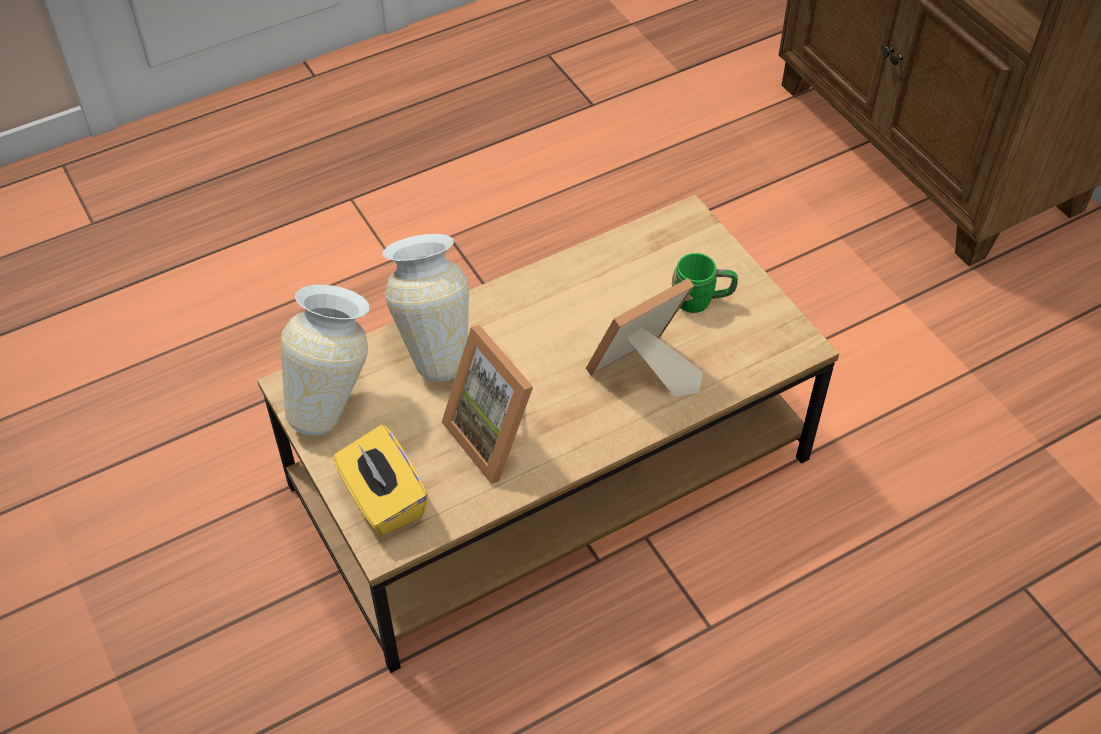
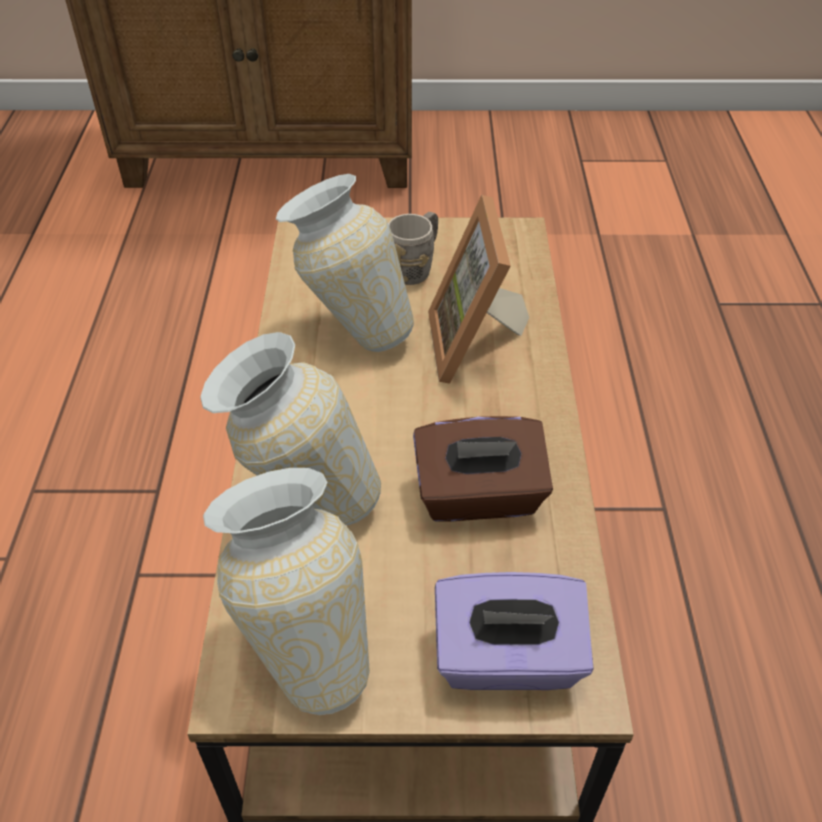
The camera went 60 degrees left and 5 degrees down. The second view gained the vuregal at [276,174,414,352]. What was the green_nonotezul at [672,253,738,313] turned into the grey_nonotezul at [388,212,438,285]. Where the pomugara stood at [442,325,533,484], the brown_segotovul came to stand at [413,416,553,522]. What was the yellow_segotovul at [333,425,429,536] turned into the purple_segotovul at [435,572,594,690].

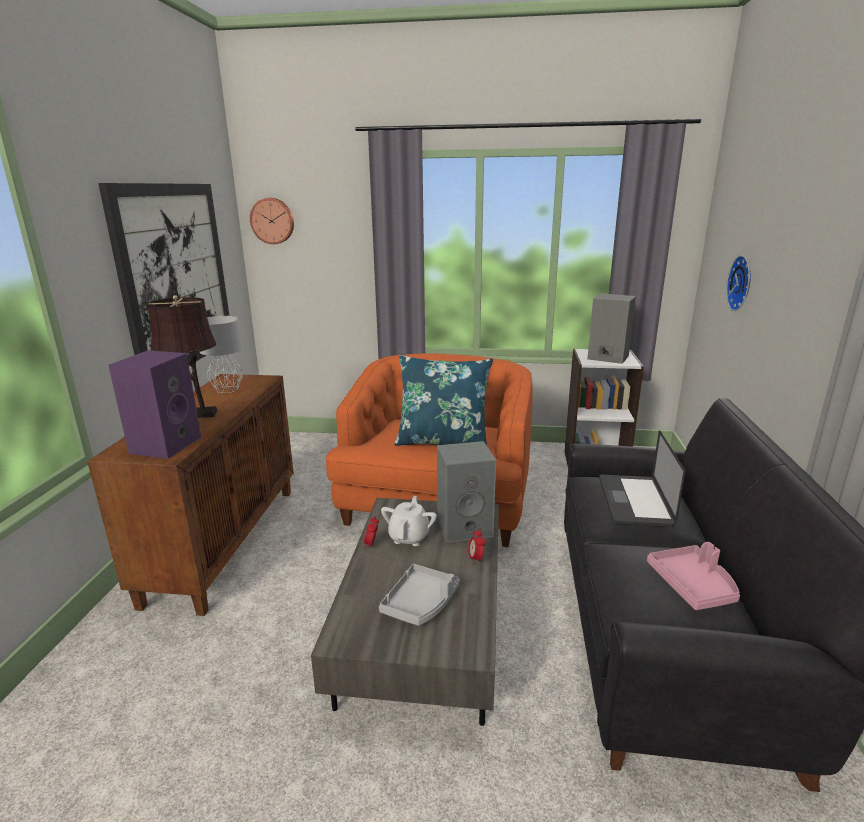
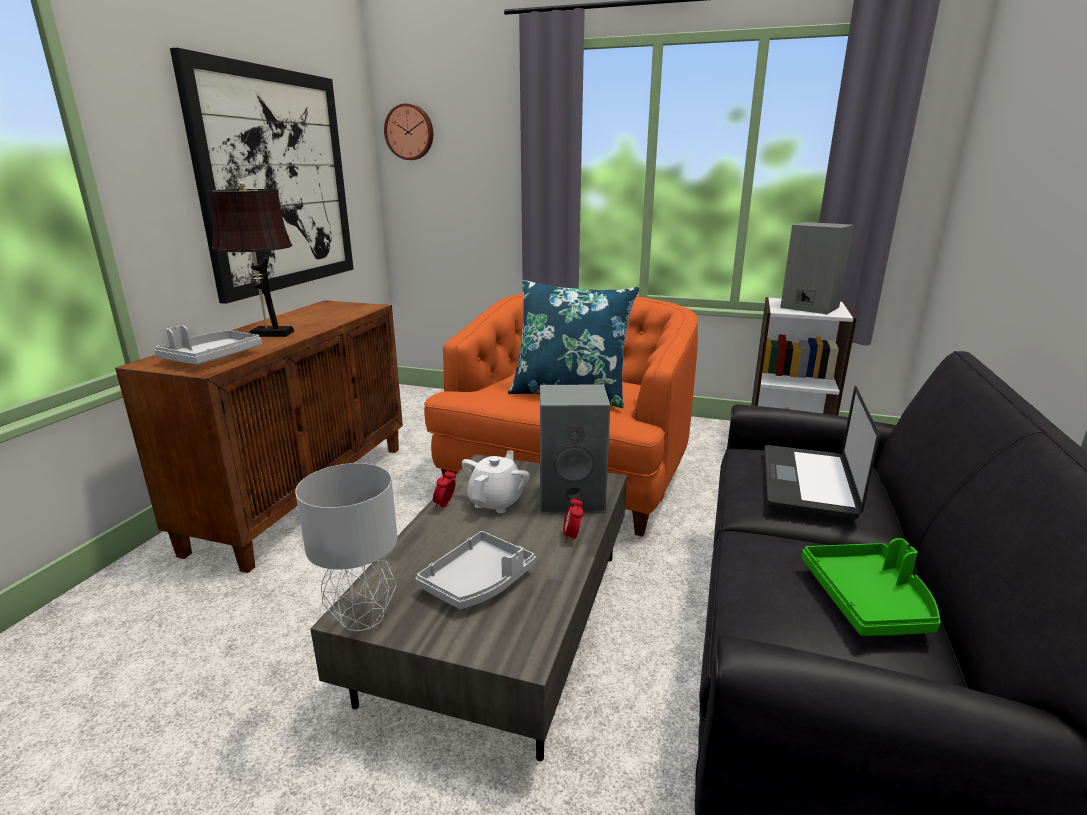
The camera went 10 degrees right and 0 degrees up. Where the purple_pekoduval stood at [108,350,201,459], the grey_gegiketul came to stand at [155,325,262,365]. The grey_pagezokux ended up elsewhere, having gone from [200,316,243,393] to [295,463,398,631]. What was the pink_gegiketul at [647,542,740,610] turned into the green_gegiketul at [801,538,941,636]. The second view lost the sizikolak at [726,255,751,311].

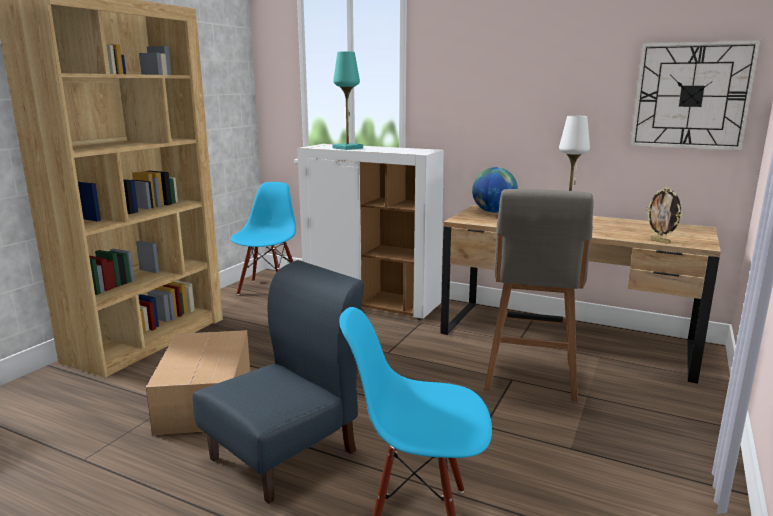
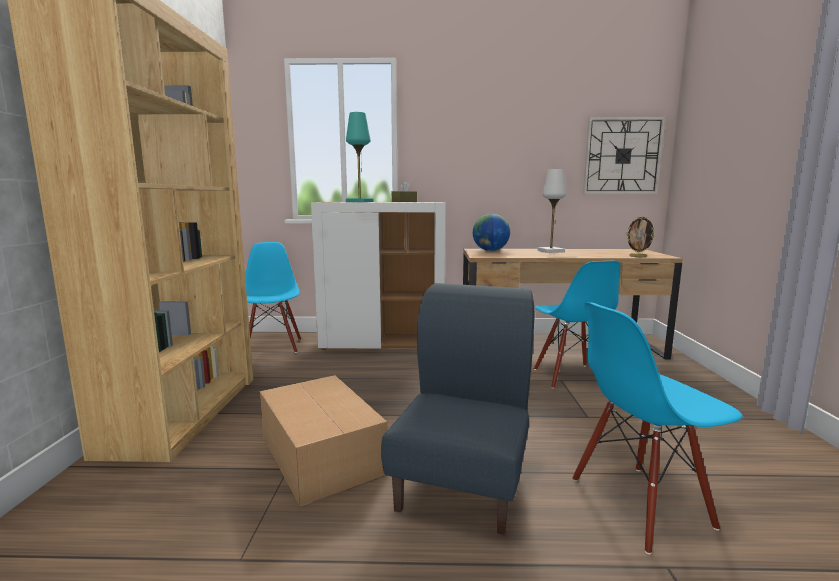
The camera went 25 degrees left and 5 degrees down. The second view gained the brown_segotovul at [392,181,417,202]. Where the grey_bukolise stood at [484,189,594,402], the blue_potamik came to stand at [534,261,620,389].

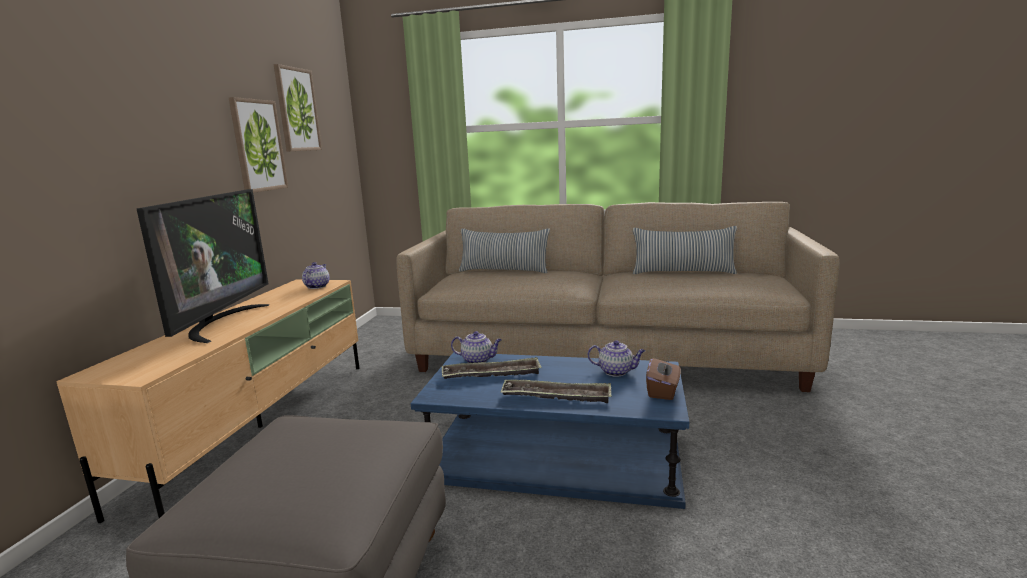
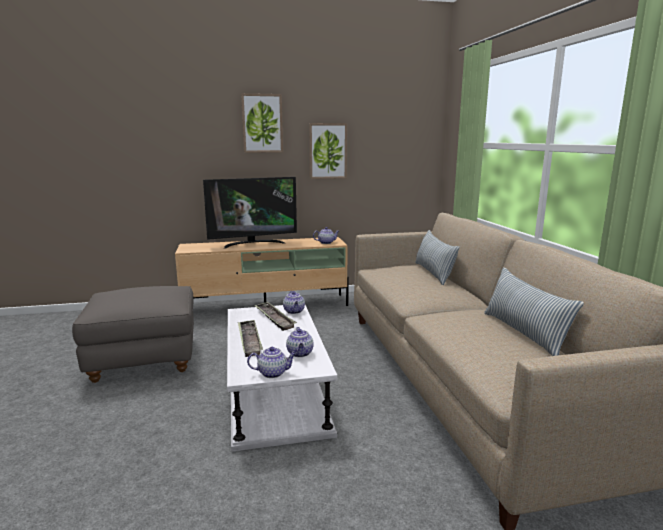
The camera went 65 degrees right and 0 degrees up. What was the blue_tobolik at [411,352,689,509] turned into the white_tobolik at [227,305,337,452]. The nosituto ended up elsewhere, having gone from [273,64,322,152] to [241,93,283,153]. Where the brown_segotovul stood at [646,355,681,400], the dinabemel came to stand at [247,347,296,378].

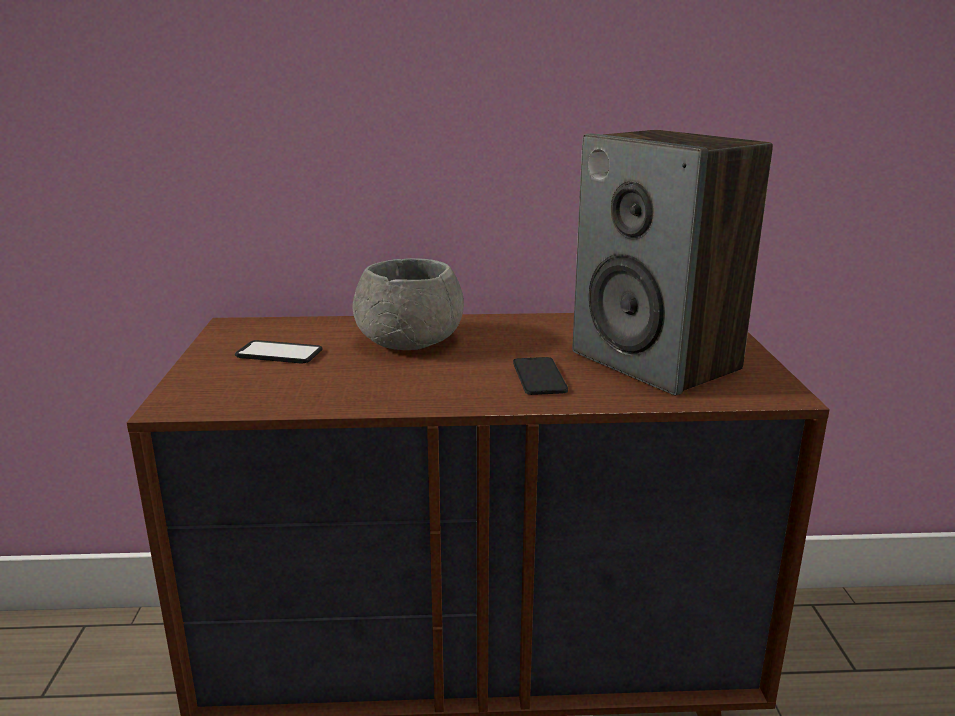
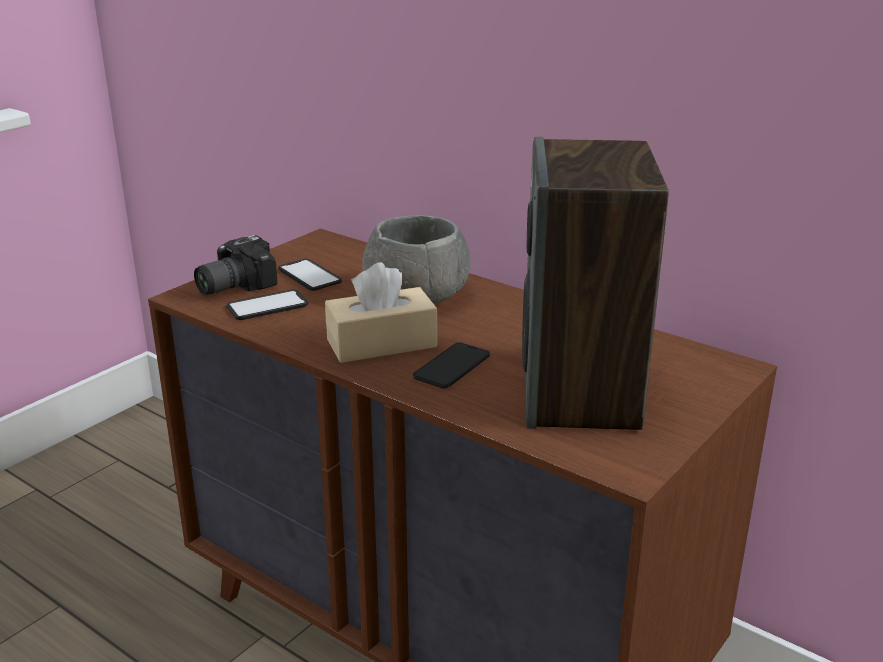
The camera went 40 degrees right and 5 degrees up. The second view gained the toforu at [194,235,278,295]. The second view gained the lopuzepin at [226,289,308,320]. The second view gained the beige_segotovul at [325,262,437,363].

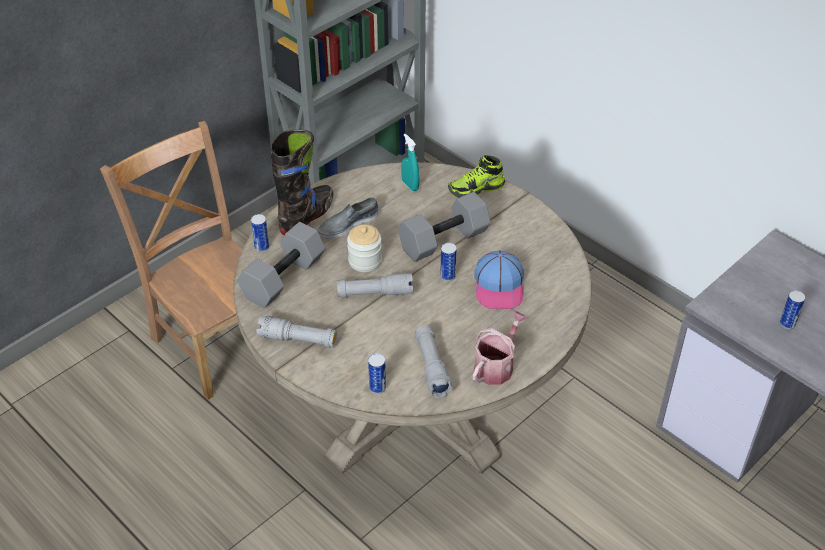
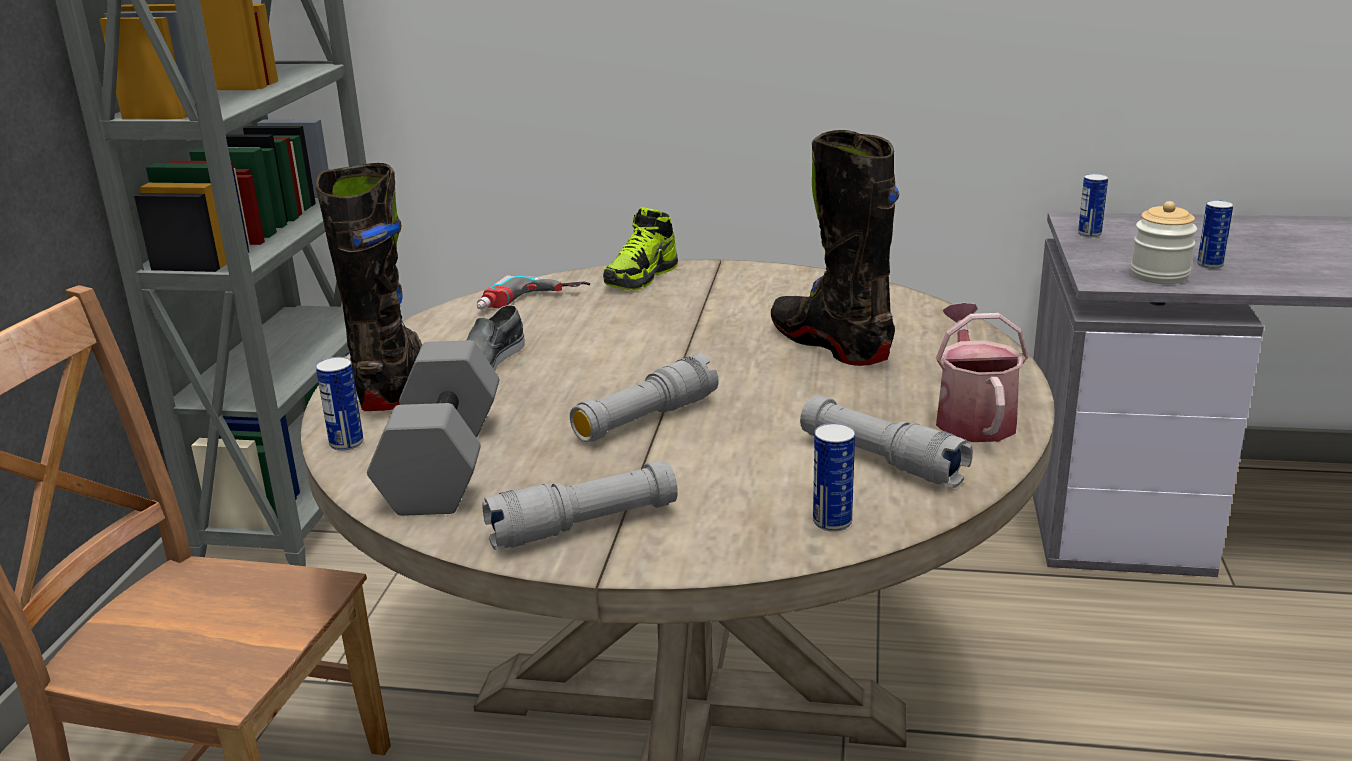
The camera went 35 degrees left and 20 degrees down. Where the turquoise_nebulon stood at [401,134,419,191], the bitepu came to stand at [477,275,590,310]. Where the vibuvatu stood at [474,250,524,309], the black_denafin came to stand at [771,130,900,366]. The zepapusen ended up elsewhere, having gone from [440,243,457,281] to [1078,174,1108,237]. The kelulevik ended up elsewhere, having gone from [347,224,382,272] to [1131,201,1197,284]. The second view lost the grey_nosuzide at [398,192,491,262].

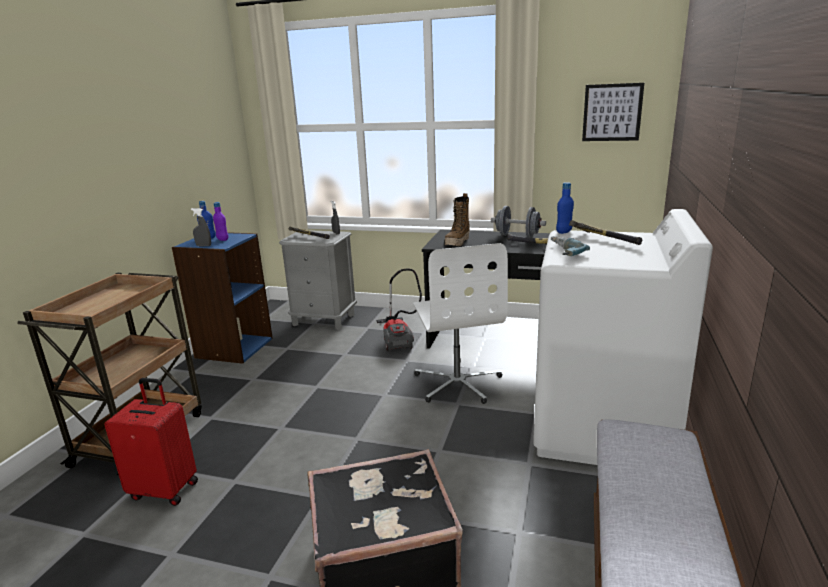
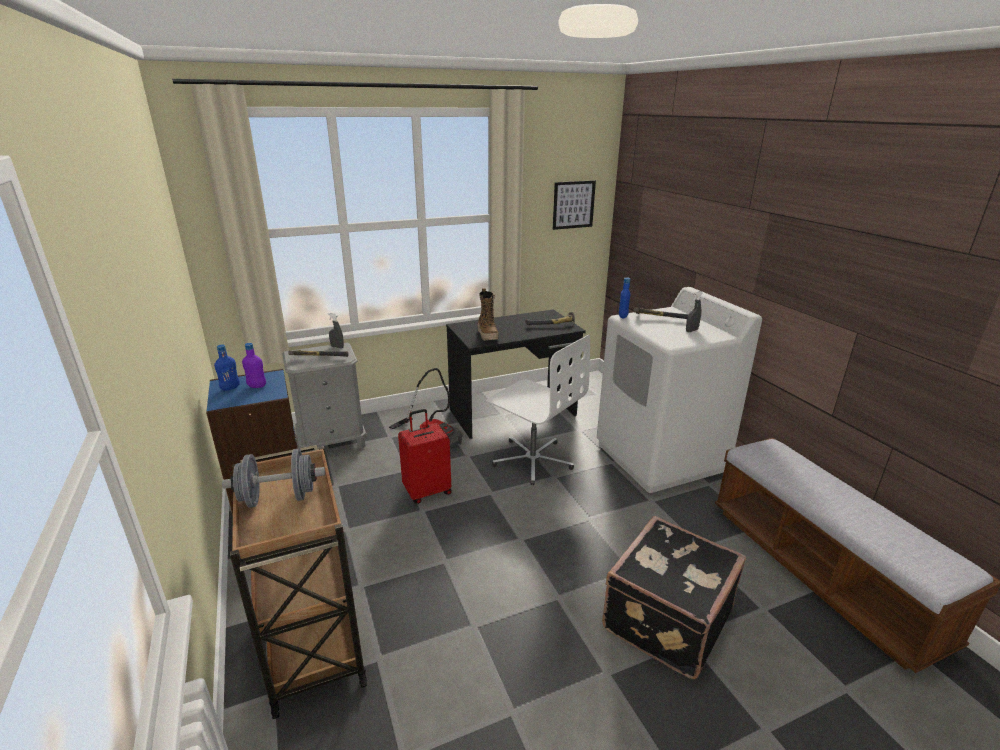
The camera went 40 degrees left and 5 degrees up. The grey_nosuzide ended up elsewhere, having gone from [491,206,546,238] to [222,449,325,508]. The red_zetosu ended up elsewhere, having gone from [104,378,198,506] to [398,409,452,504]. The grey_nebulon ended up elsewhere, having gone from [191,208,211,246] to [686,291,702,332]. The second view lost the bitepu at [551,236,590,256].

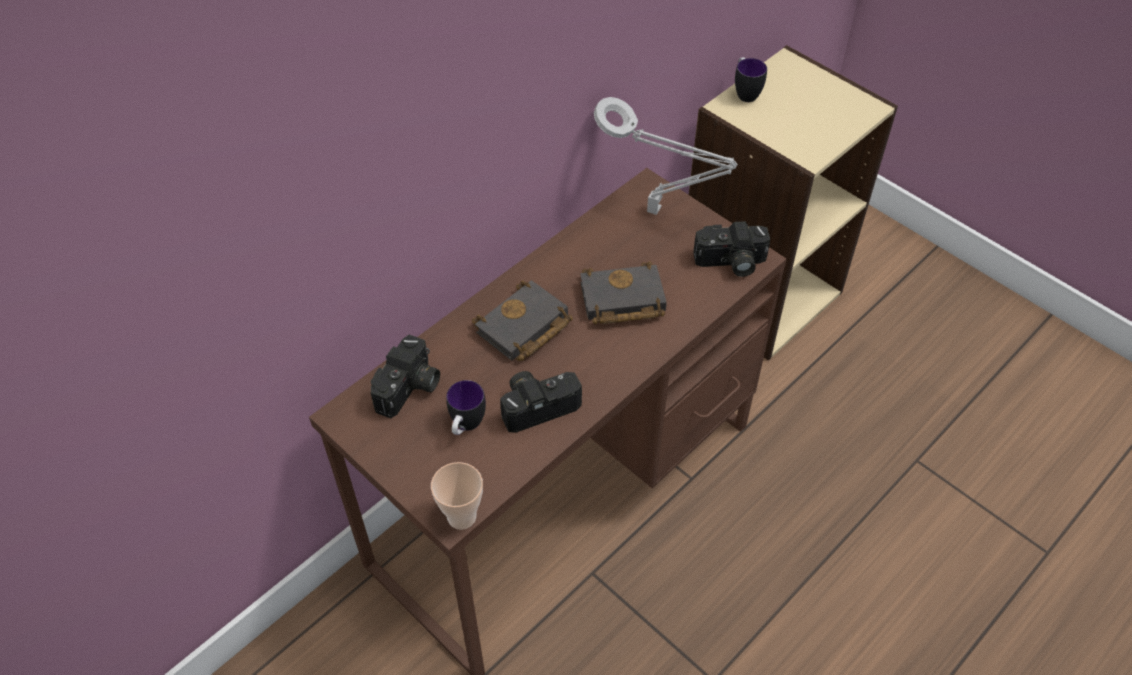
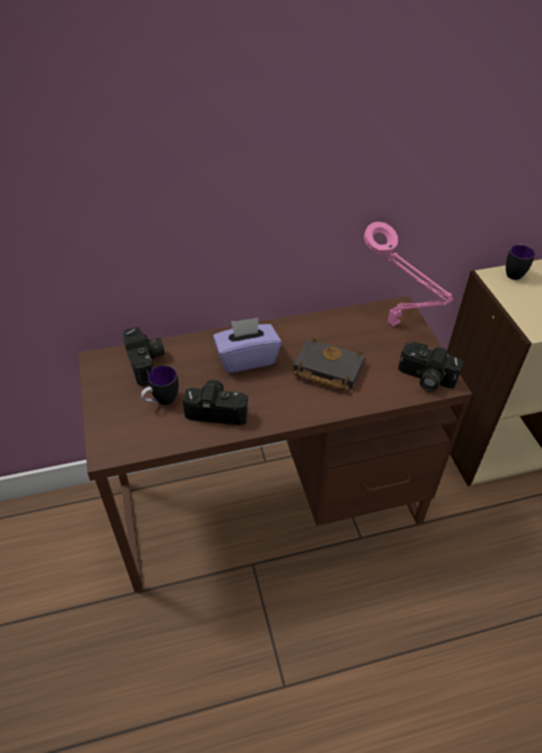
The camera went 30 degrees right and 5 degrees down. The toforu at [371,335,440,418] ended up facing another way, 75 degrees counterclockwise from before. Where the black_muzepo stood at [472,280,573,361], the purple_segotovul came to stand at [213,318,282,373]. What was the grey_pagezokux at [594,97,737,215] turned into the pink_pagezokux at [364,222,453,326]. The second view lost the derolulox at [431,462,483,530].

